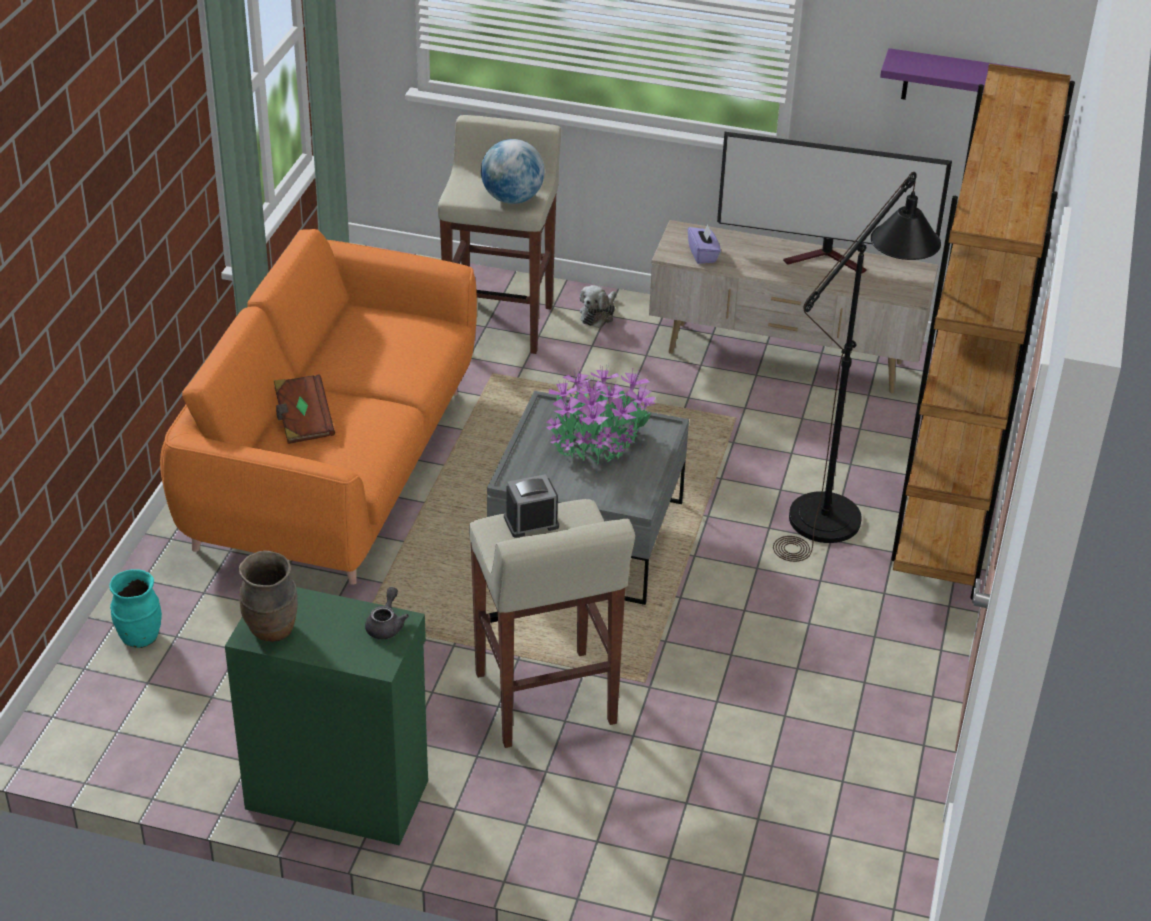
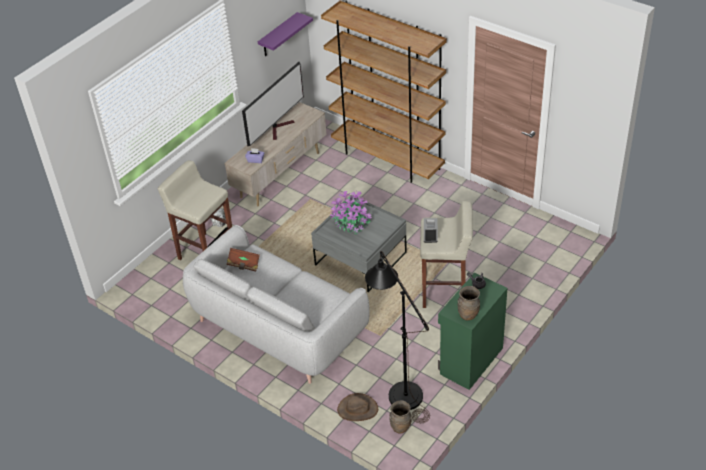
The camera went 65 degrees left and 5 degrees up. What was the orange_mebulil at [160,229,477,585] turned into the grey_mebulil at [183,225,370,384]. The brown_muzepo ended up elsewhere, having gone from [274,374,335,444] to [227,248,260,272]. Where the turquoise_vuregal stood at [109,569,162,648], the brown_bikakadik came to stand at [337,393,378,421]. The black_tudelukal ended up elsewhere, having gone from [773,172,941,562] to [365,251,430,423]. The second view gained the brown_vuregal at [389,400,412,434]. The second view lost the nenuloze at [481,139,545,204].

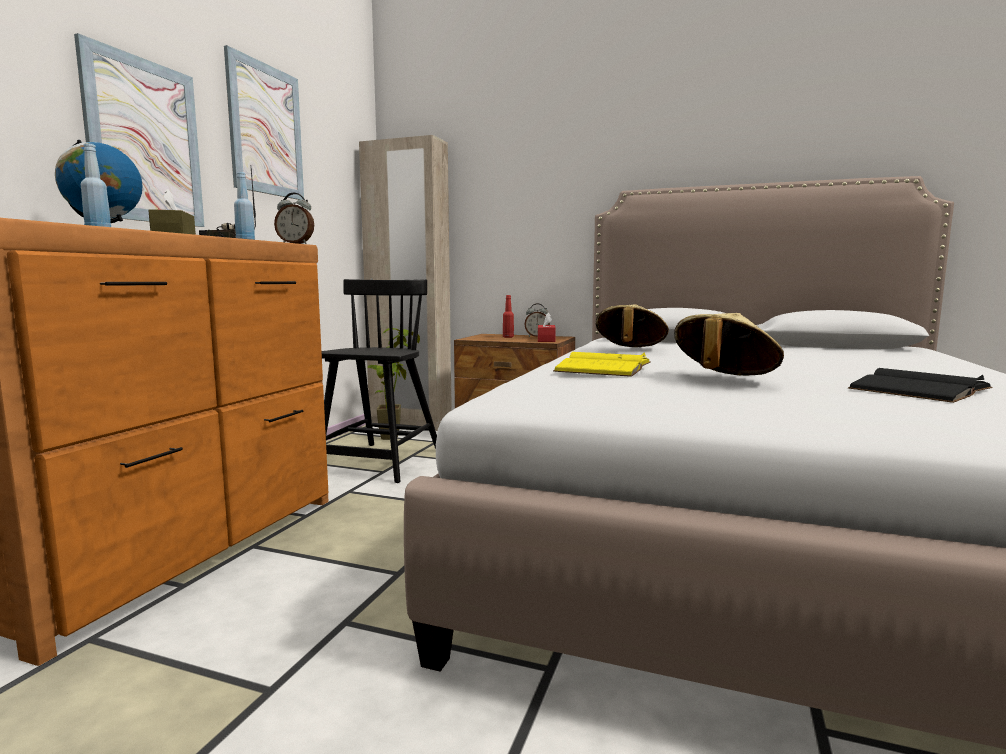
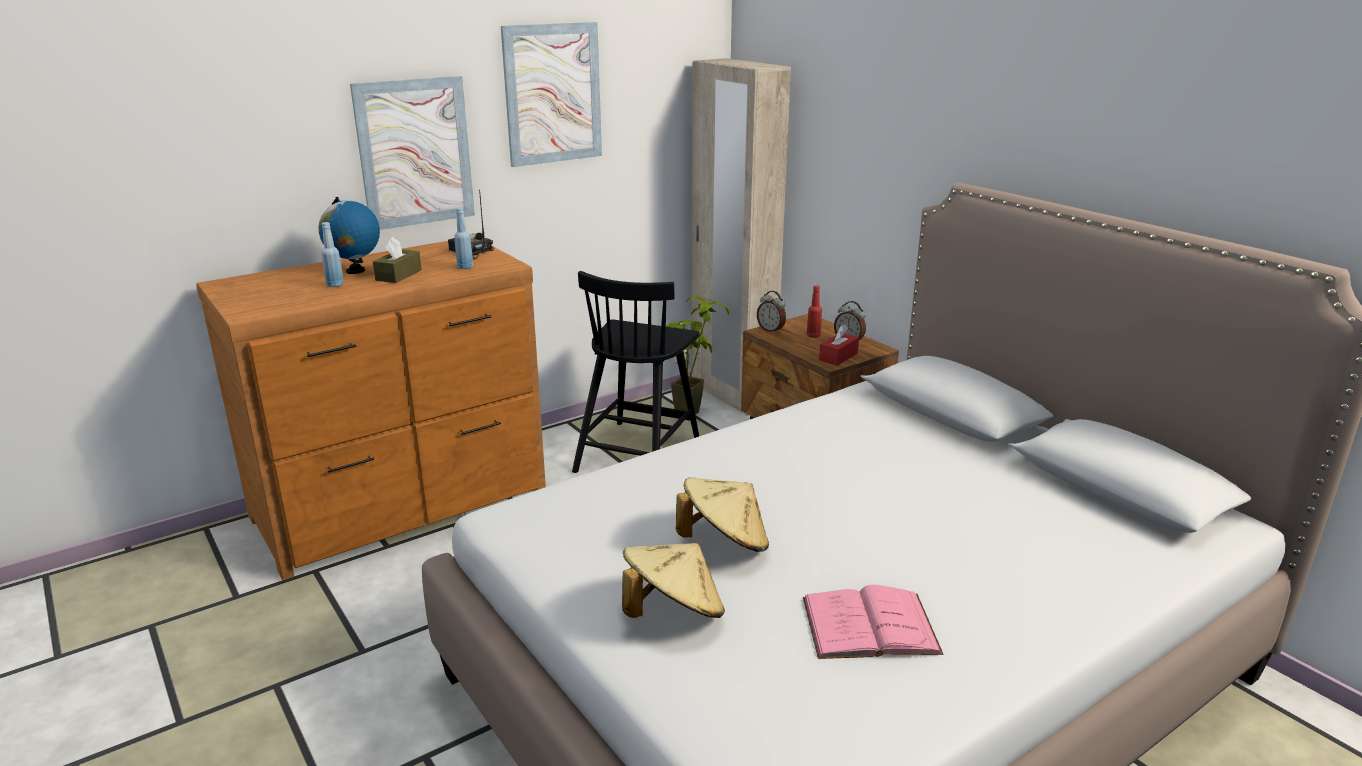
The camera went 35 degrees right and 15 degrees up. The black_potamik at [321,279,437,483] ended up facing another way, 150 degrees clockwise from before. The beige_bikakadik ended up elsewhere, having gone from [596,304,669,347] to [622,543,725,618]. The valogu ended up elsewhere, having gone from [274,192,314,244] to [757,291,786,333]. What was the black_muzepo at [848,368,993,403] turned into the pink_muzepo at [803,585,943,659]. The second view lost the yellow_muzepo at [553,352,651,377].

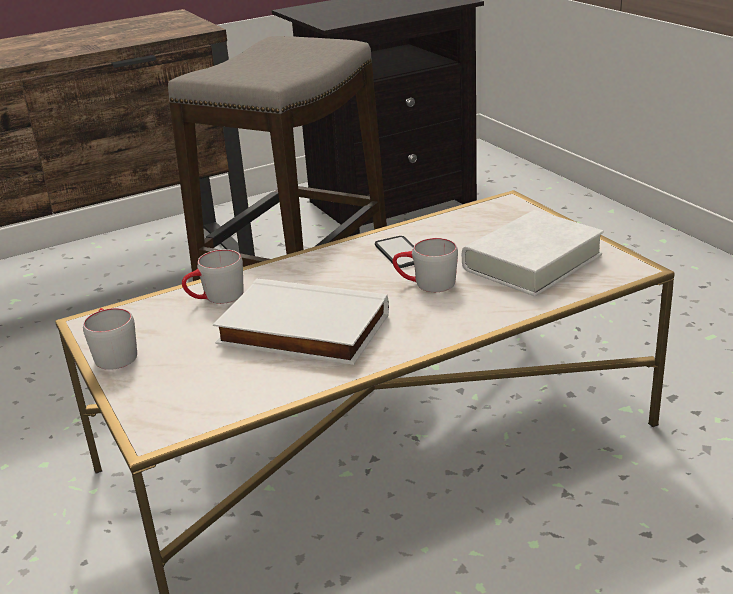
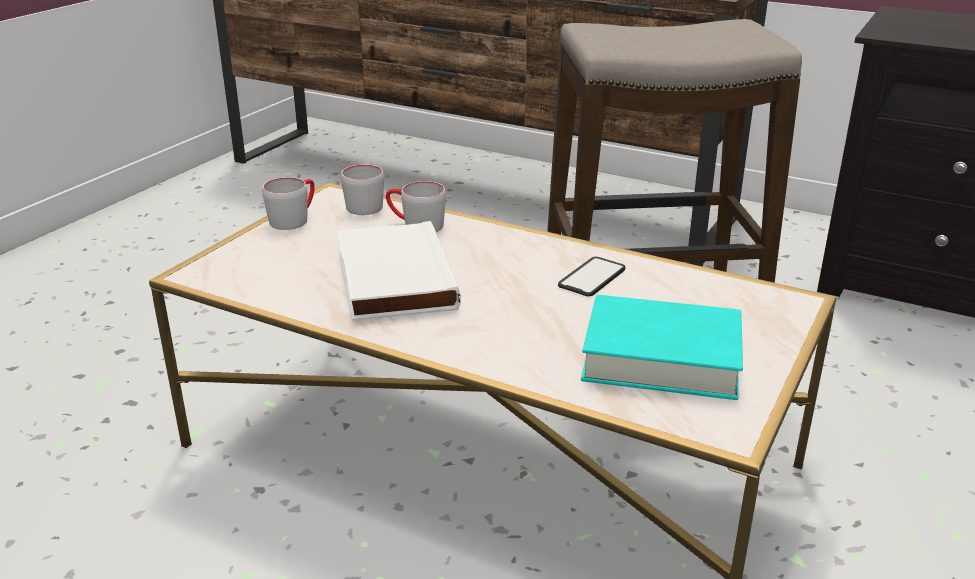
The camera went 55 degrees right and 0 degrees up. The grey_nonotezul ended up elsewhere, having gone from [392,238,458,292] to [341,165,384,215]. What was the white_muzepo at [462,210,604,296] turned into the turquoise_muzepo at [581,295,743,400].

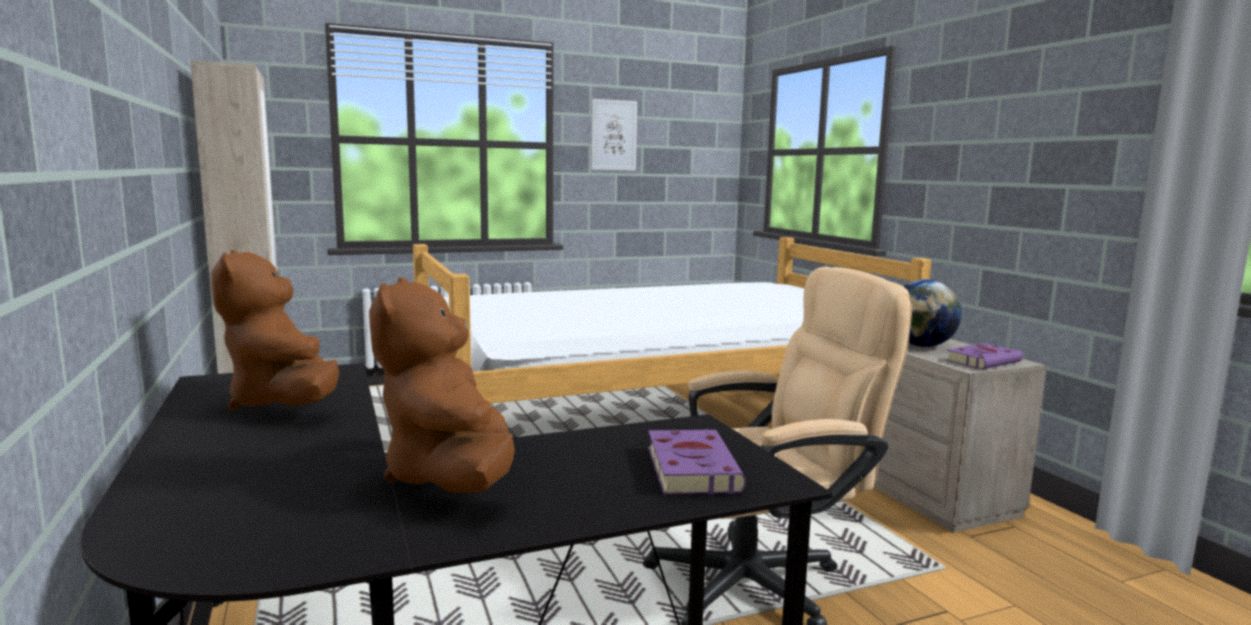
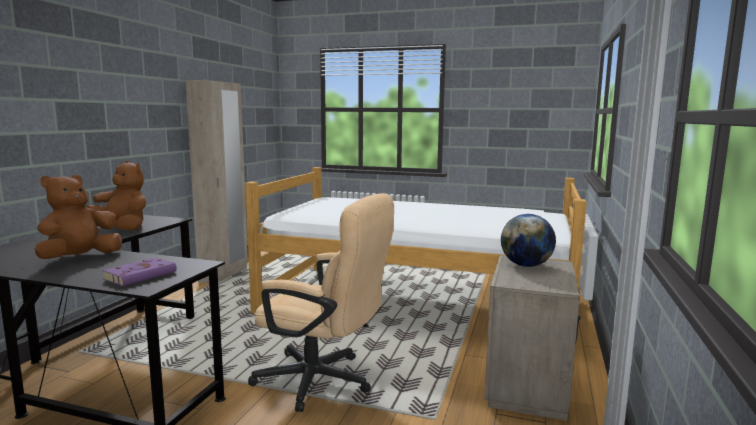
The camera went 40 degrees right and 0 degrees up. The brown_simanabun at [211,250,339,411] ended up facing another way, 105 degrees clockwise from before. The second view lost the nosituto at [591,99,637,171]. The second view lost the purple_muzepo at [946,343,1023,369].

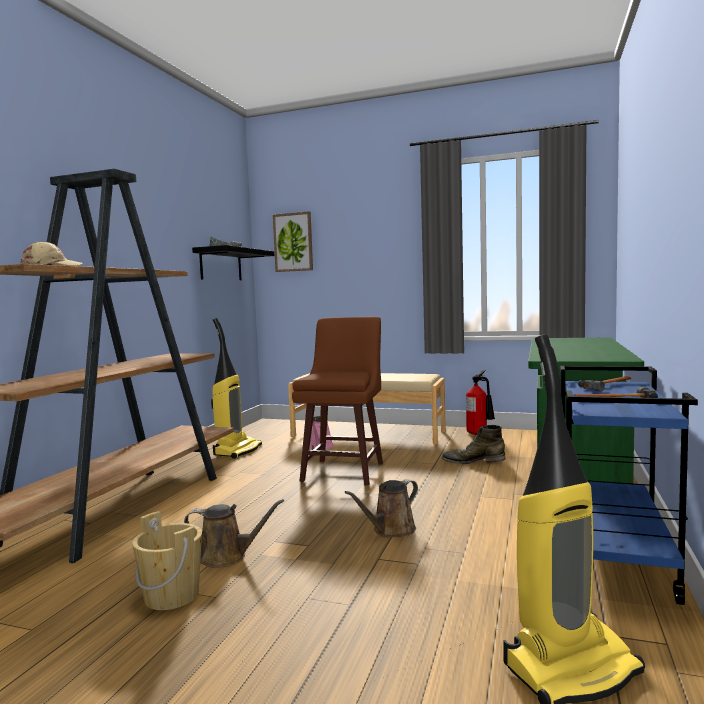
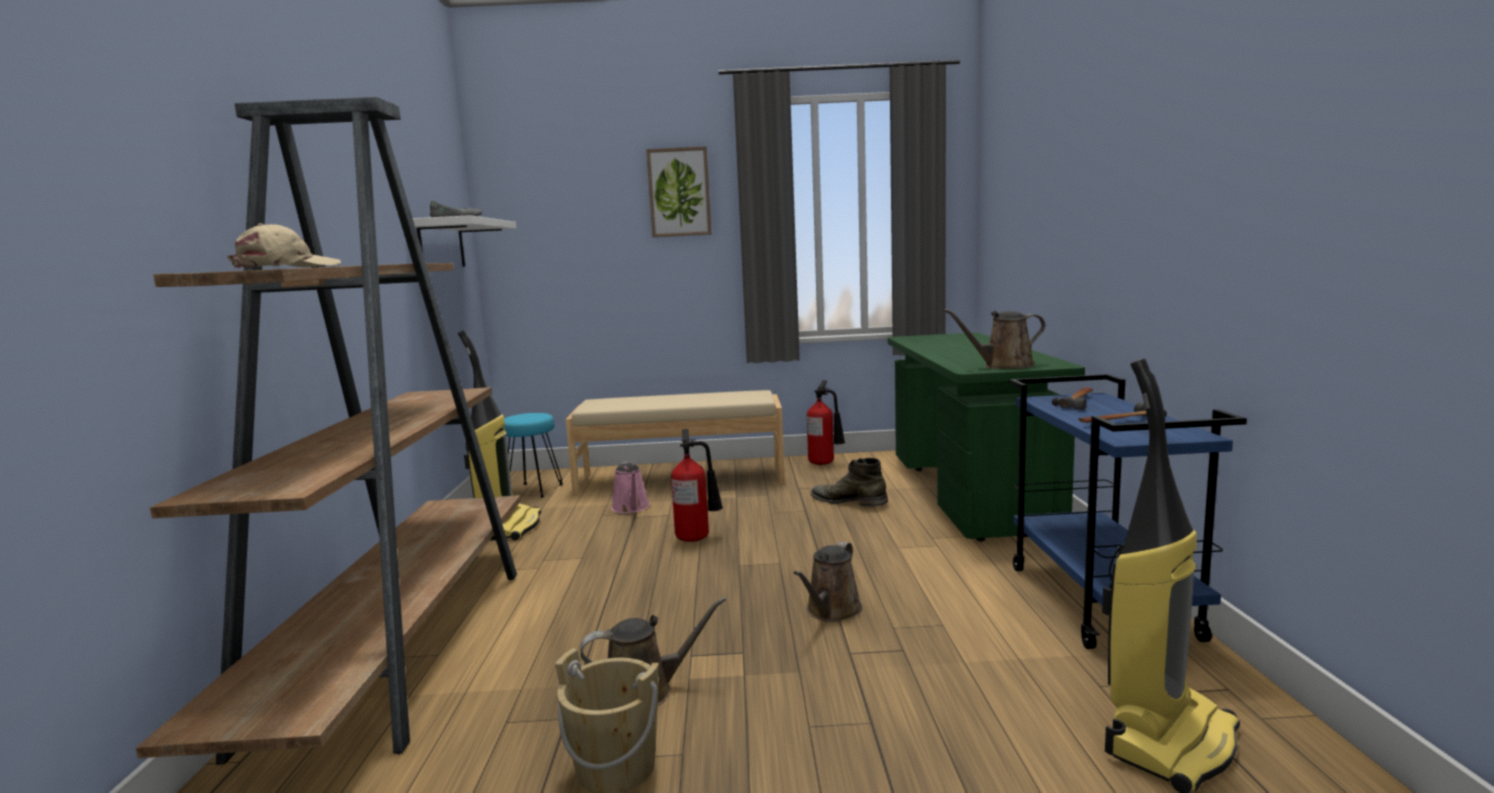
The camera went 20 degrees left and 5 degrees up. What was the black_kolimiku at [192,245,274,280] turned into the white_kolimiku at [413,215,516,267]. The second view gained the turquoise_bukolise at [504,413,563,498]. The nosituto ended up elsewhere, having gone from [273,211,313,272] to [646,146,712,237]. Where the brown_bukolise stood at [292,317,383,486], the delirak came to stand at [671,429,723,542]. The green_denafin at [442,425,505,464] ended up facing another way, 45 degrees clockwise from before. The second view gained the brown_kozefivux at [944,309,1045,369].

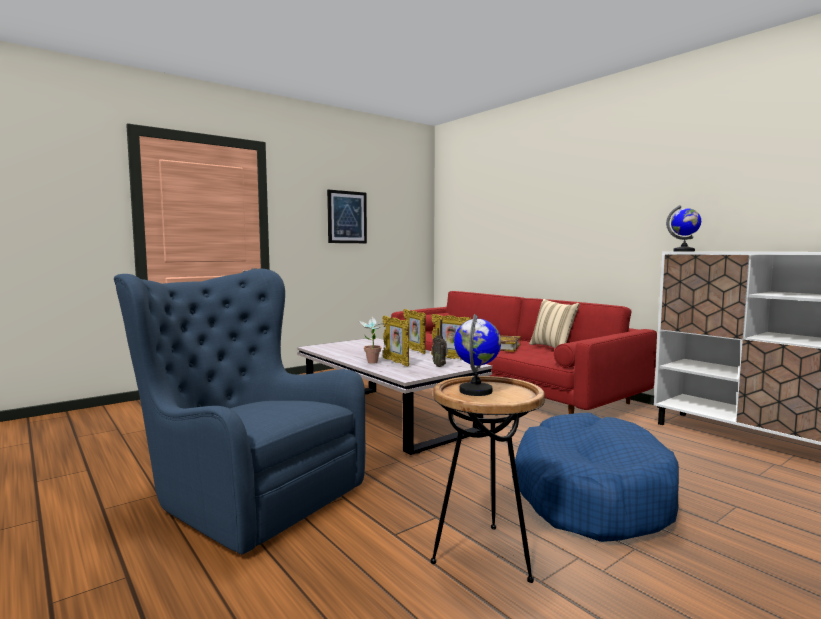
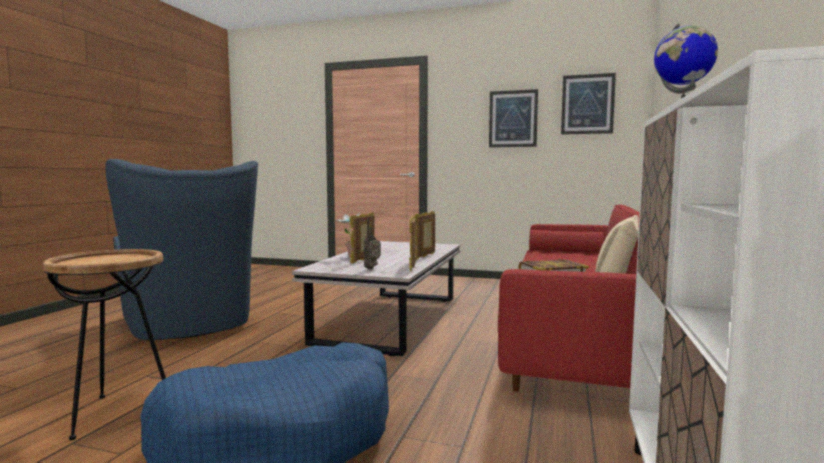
The camera went 55 degrees right and 0 degrees up. The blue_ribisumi at [114,269,365,554] ended up facing another way, 150 degrees clockwise from before. The second view gained the nosituto at [561,73,616,135]. The second view lost the nenuloze at [454,314,501,396].

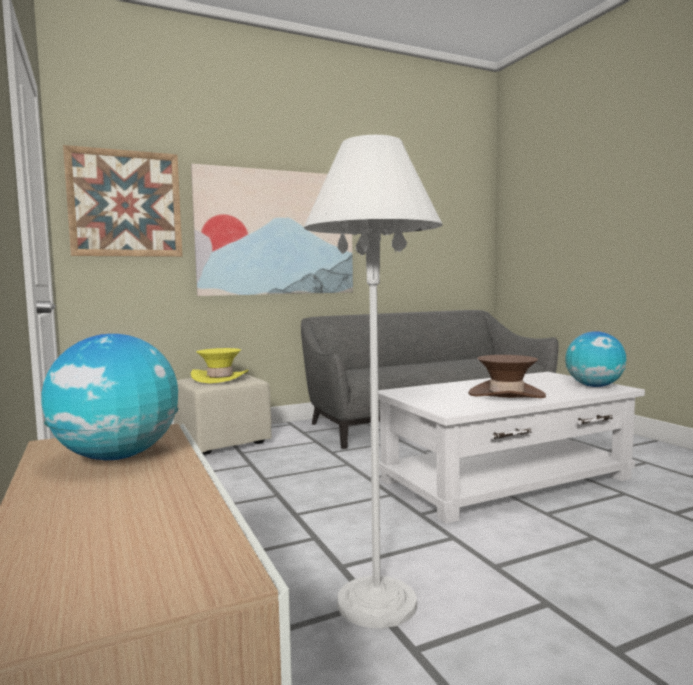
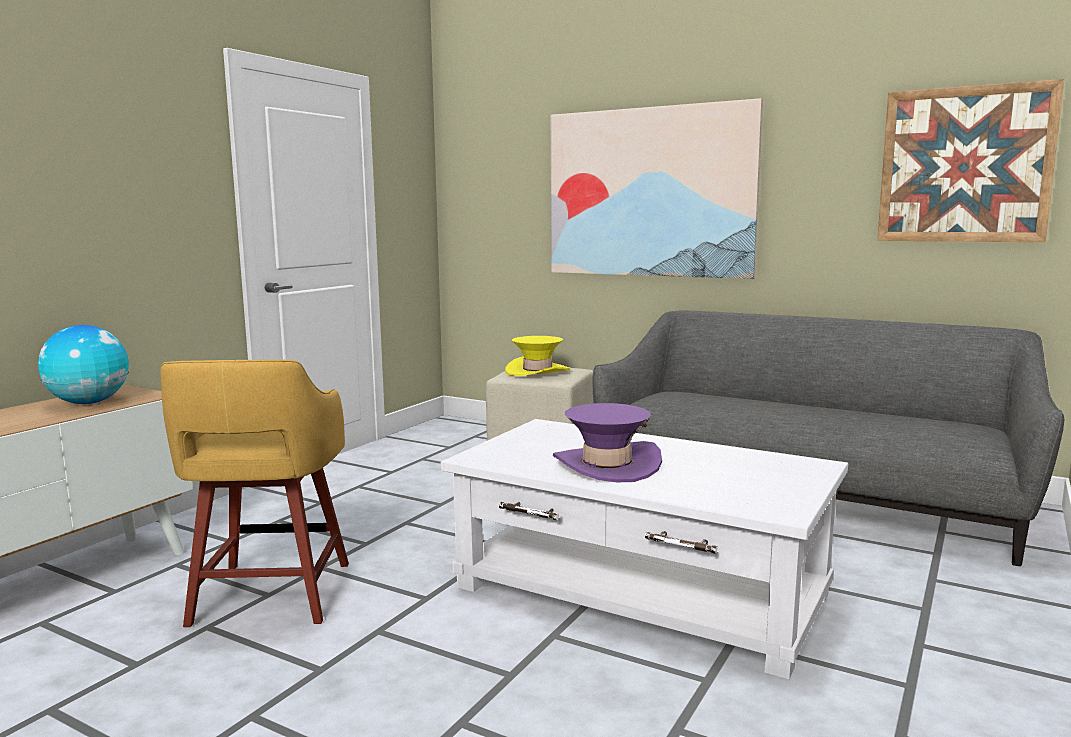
The camera went 55 degrees right and 5 degrees up. Where the white_tudelukal stood at [304,135,443,628], the yellow_bukolise came to stand at [160,360,349,627]. What was the brown_bikakadik at [468,355,546,398] turned into the purple_bikakadik at [553,403,662,482]. The nosituto ended up elsewhere, having gone from [63,145,182,257] to [877,79,1064,242]. The second view lost the nenuloze at [565,331,626,387].

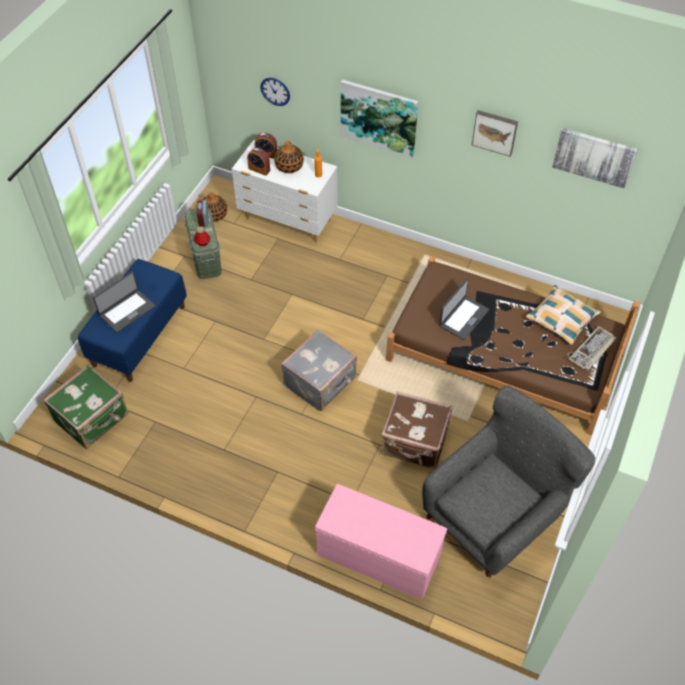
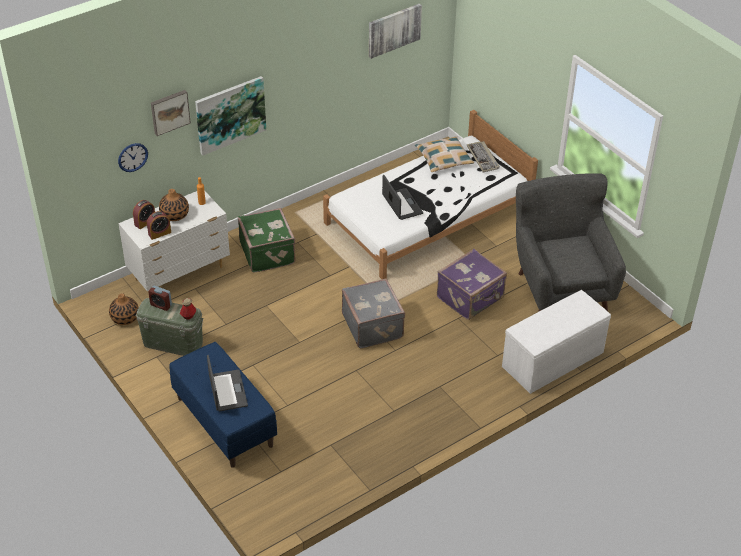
The camera went 60 degrees left and 10 degrees down. The nosituto ended up elsewhere, having gone from [472,110,518,157] to [151,90,191,136]. The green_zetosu ended up elsewhere, having gone from [43,364,129,449] to [238,208,296,273]. What was the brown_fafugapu at [386,256,641,436] turned into the white_fafugapu at [323,110,538,279]. What was the brown_zetosu at [381,391,452,469] turned into the purple_zetosu at [437,249,507,320]. What was the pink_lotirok at [315,484,447,600] turned into the white_lotirok at [502,290,611,394].

